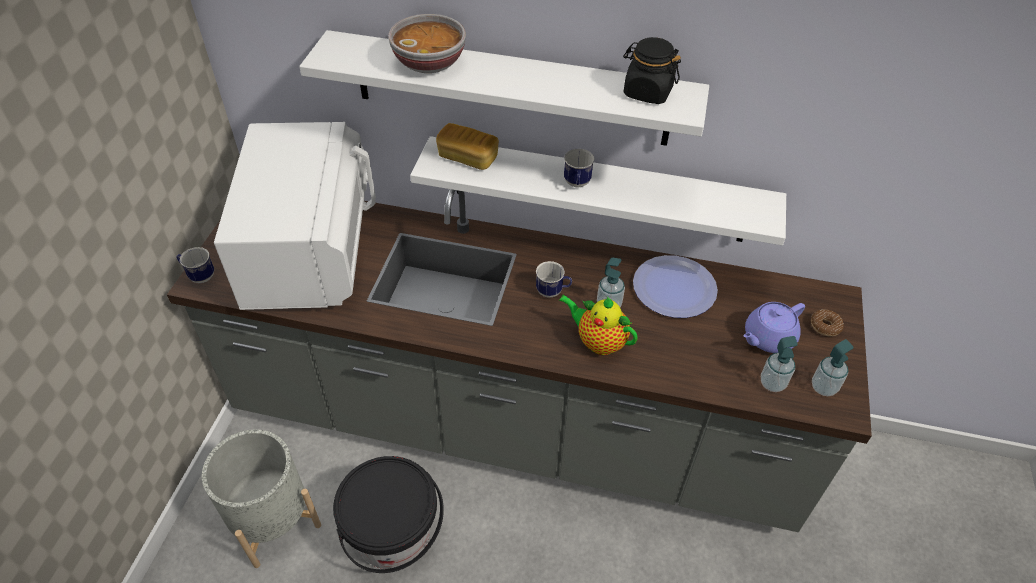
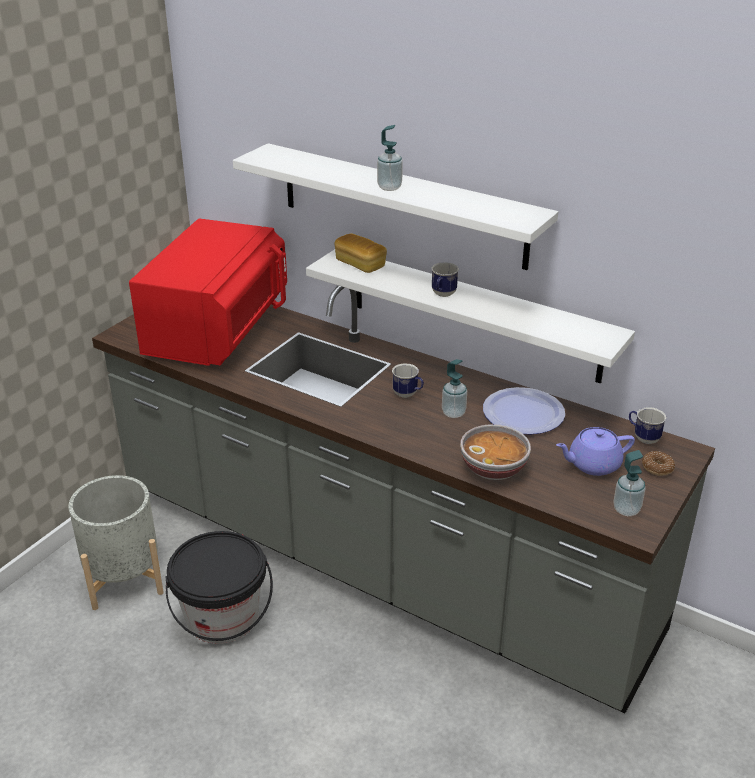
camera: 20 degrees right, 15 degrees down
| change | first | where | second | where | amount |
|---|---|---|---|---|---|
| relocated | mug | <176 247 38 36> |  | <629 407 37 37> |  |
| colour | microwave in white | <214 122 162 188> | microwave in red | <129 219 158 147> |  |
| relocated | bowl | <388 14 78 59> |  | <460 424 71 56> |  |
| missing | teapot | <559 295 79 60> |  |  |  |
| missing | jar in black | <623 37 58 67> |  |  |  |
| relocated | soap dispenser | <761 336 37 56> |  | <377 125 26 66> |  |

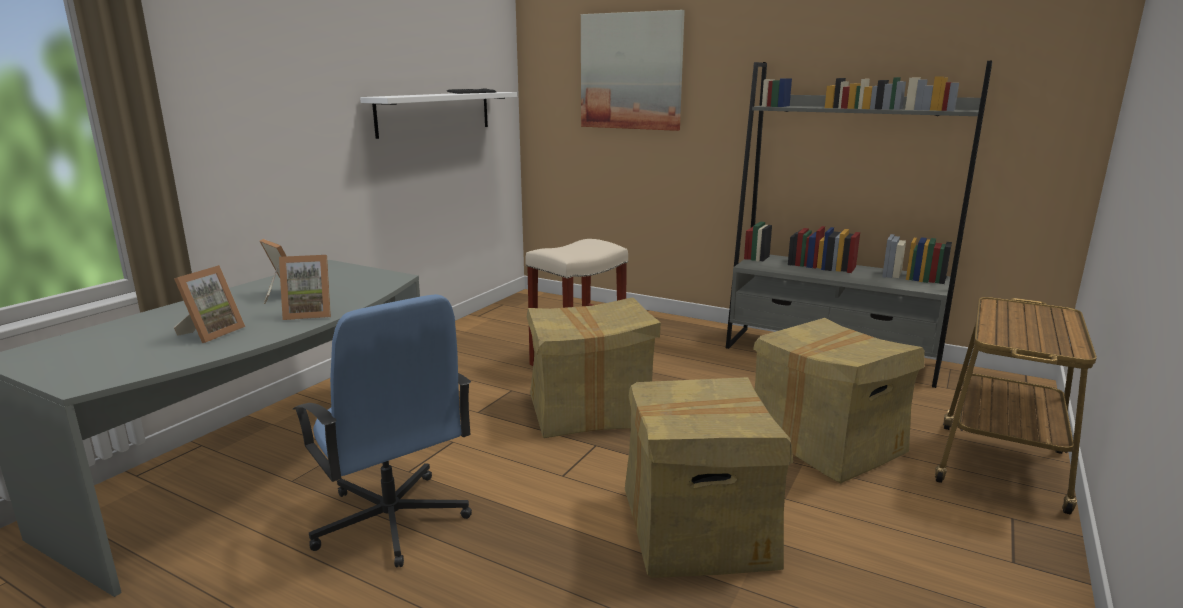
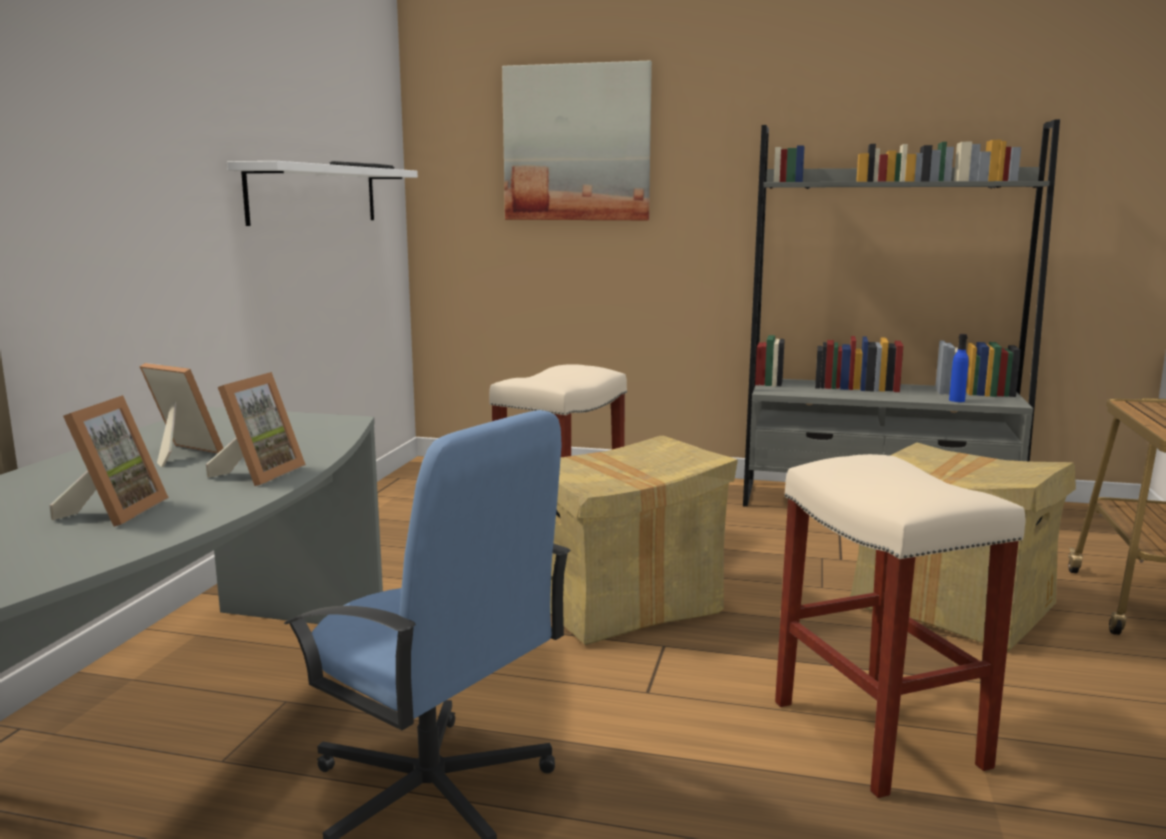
camera: 15 degrees left, 5 degrees down
| change | first | where | second | where | amount |
|---|---|---|---|---|---|
| spun | picture frame | <279 255 52 65> |  | <206 372 100 114> | 45 degrees counterclockwise |
| exchanged | cardboard box | <625 377 168 201> | stool in beige | <775 454 250 344> |  |
| appeared |  |  | bottle in blue | <949 334 20 68> |  |

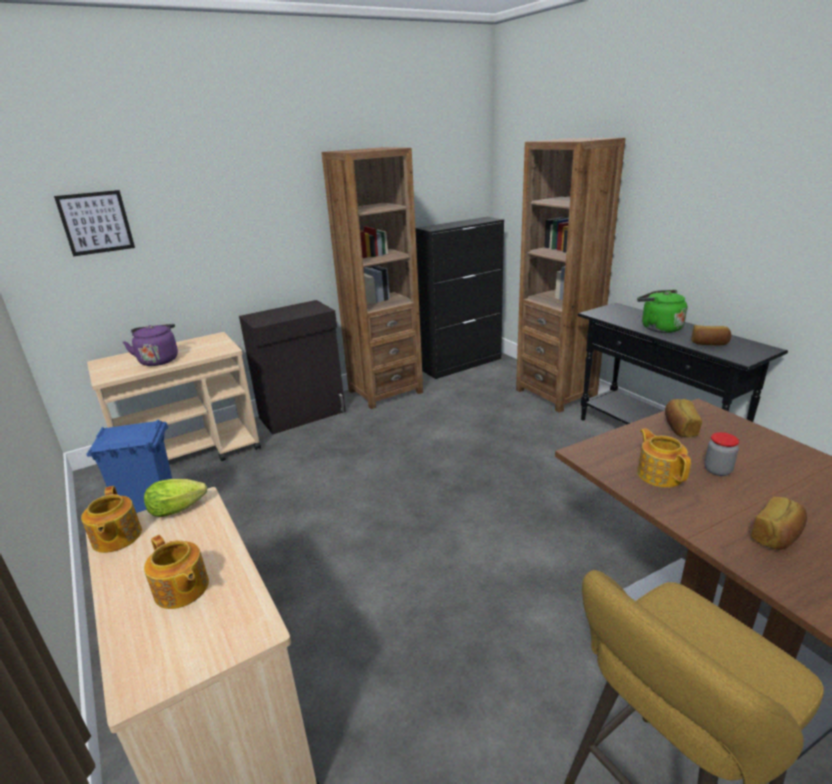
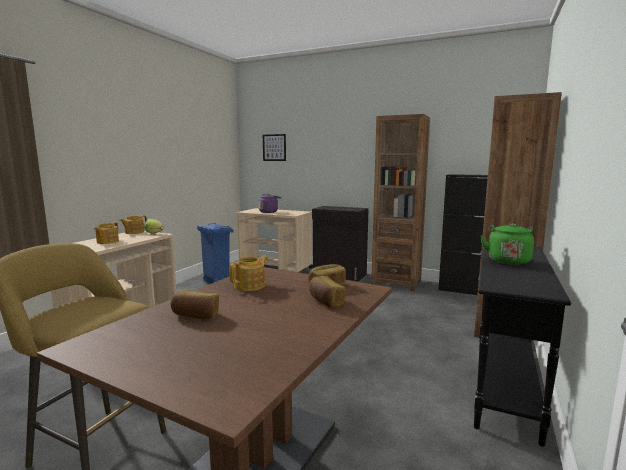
camera: 55 degrees right, 15 degrees down
| change | first | where | second | where | amount |
|---|---|---|---|---|---|
| relocated | bread | <691 325 40 20> |  | <309 276 37 31> |  |
| missing | jar | <704 432 35 44> |  |  |  |

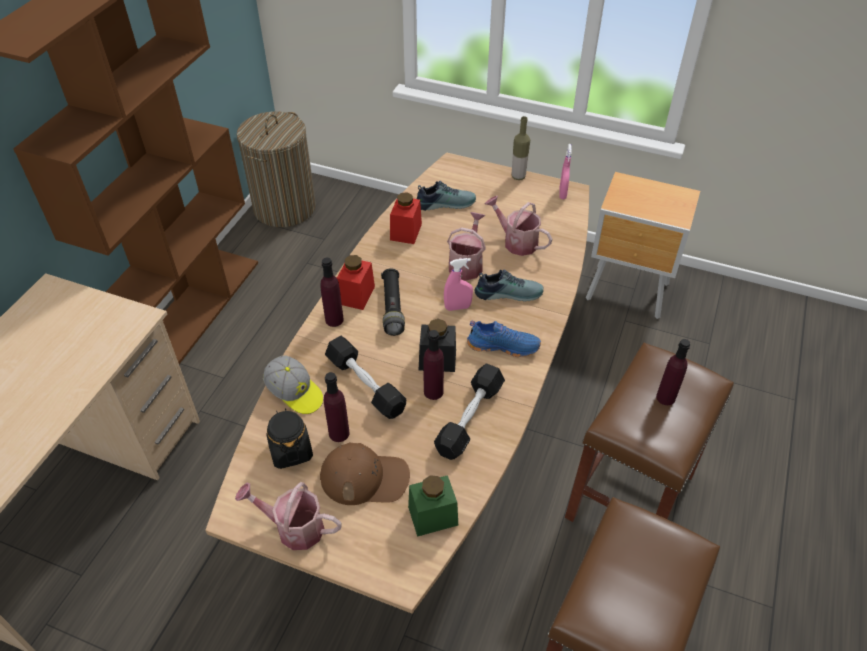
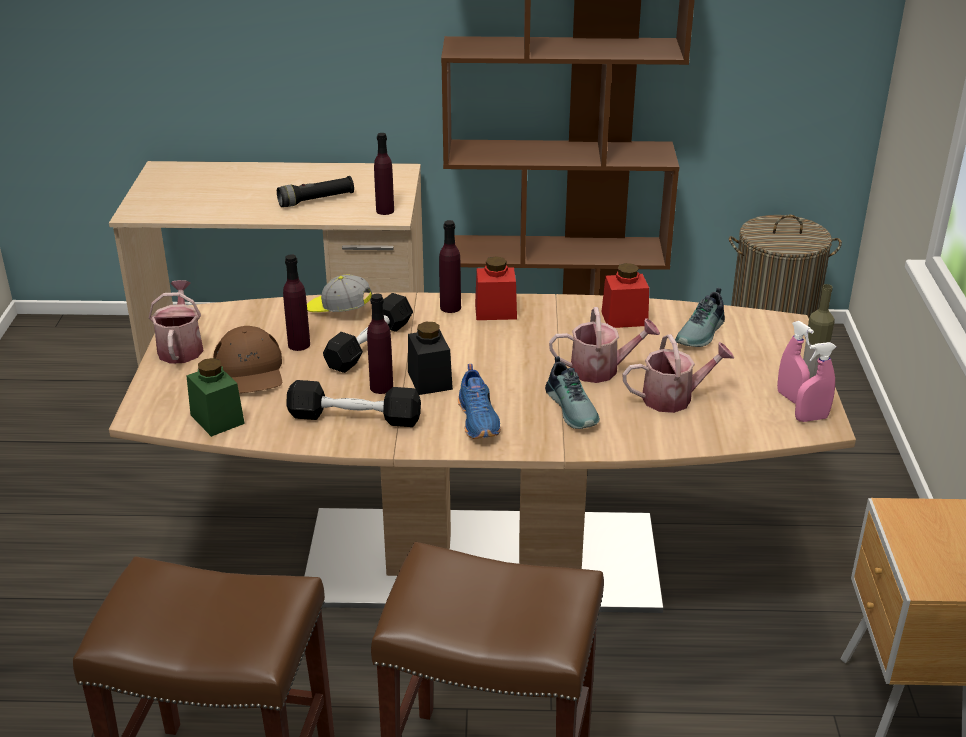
camera: 70 degrees right, 15 degrees down
| change | first | where | second | where | amount |
|---|---|---|---|---|---|
| spun | cap | <263 355 60 59> |  | <307 275 66 37> | 90 degrees clockwise |
| missing | jar in black | <266 408 47 61> |  |  |  |
| relocated | flashlight in black | <381 268 24 68> |  | <277 176 77 31> |  |
| spun | shoe | <416 181 60 30> |  | <675 287 50 60> | 60 degrees clockwise |
| relocated | spray bottle in pink | <444 258 29 53> |  | <777 321 37 83> |  |
| spun | watering can | <485 196 67 60> |  | <623 334 111 79> | 60 degrees clockwise |
| relocated | bottle in purple | <656 339 34 66> |  | <374 133 20 82> |  |

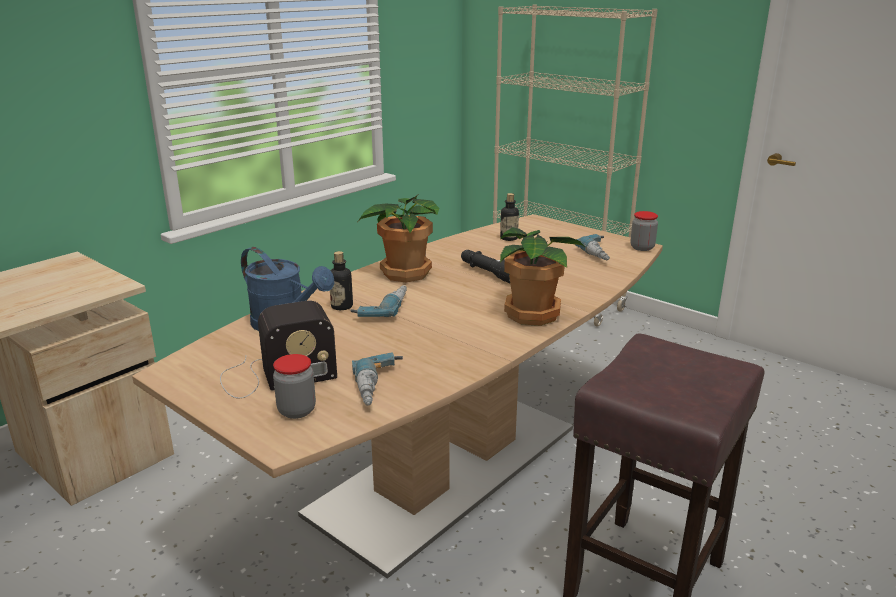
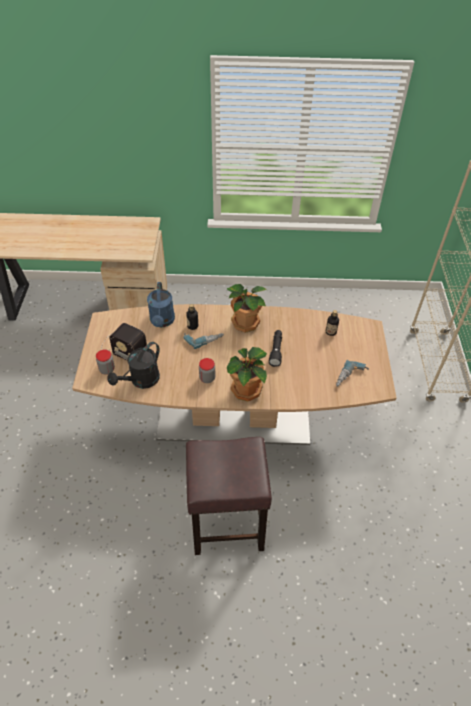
camera: 50 degrees right, 25 degrees up
| change | first | where | second | where | amount |
|---|---|---|---|---|---|
| exchanged | power drill | <352 353 51 53> | watering can in black | <107 342 53 47> |  |
| relocated | jar | <630 211 28 40> |  | <199 358 16 25> |  |

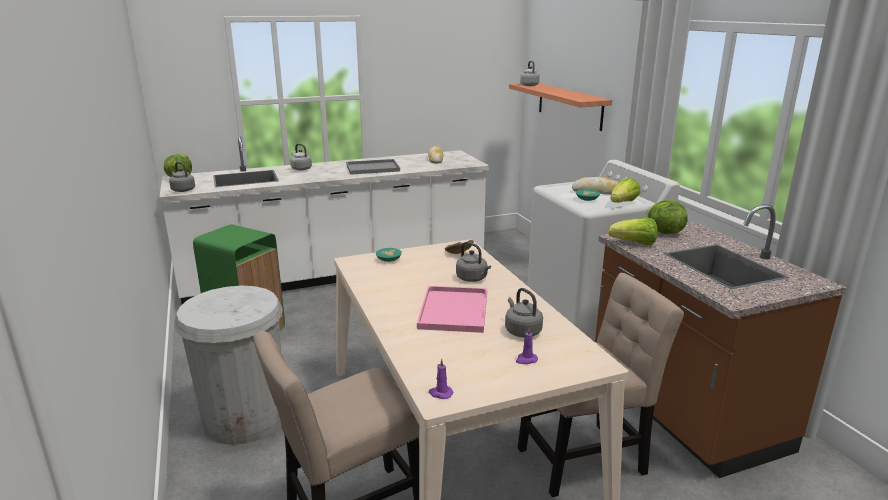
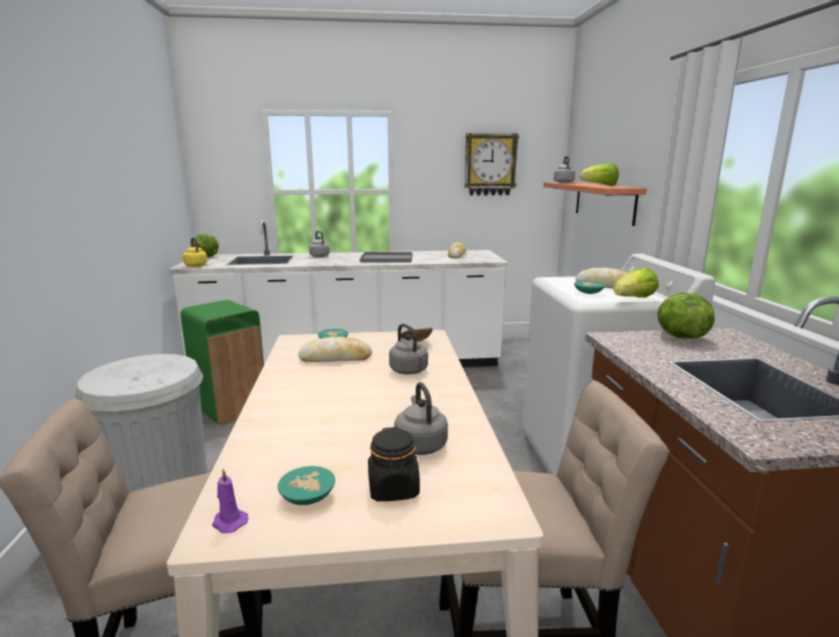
camera: 15 degrees right, 5 degrees down
| change | first | where | second | where | amount |
|---|---|---|---|---|---|
| colour | kettle in grey | <169 162 26 30> | kettle in yellow | <182 238 25 29> |  |
| missing | tray in pink | <417 286 70 47> |  |  |  |
| exchanged | candle in purple | <516 328 22 36> | jar in black | <368 427 52 74> |  |
| relocated | lettuce | <608 218 50 27> |  | <580 163 39 23> |  |
| appeared |  |  | bowl in turquoise | <278 466 57 39> |  |
| appeared |  |  | bread | <298 337 74 25> |  |
| appeared |  |  | wall clock | <465 133 54 63> |  |

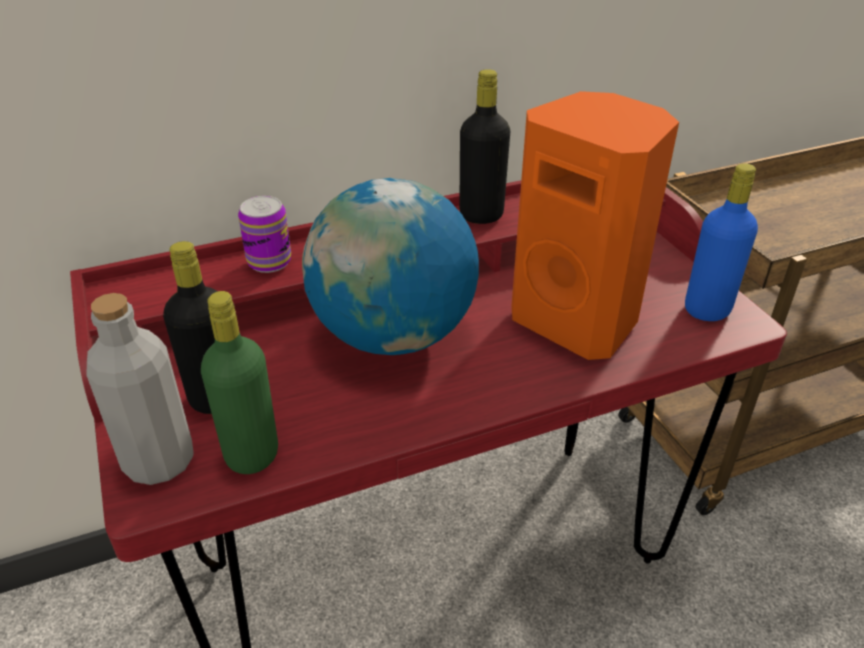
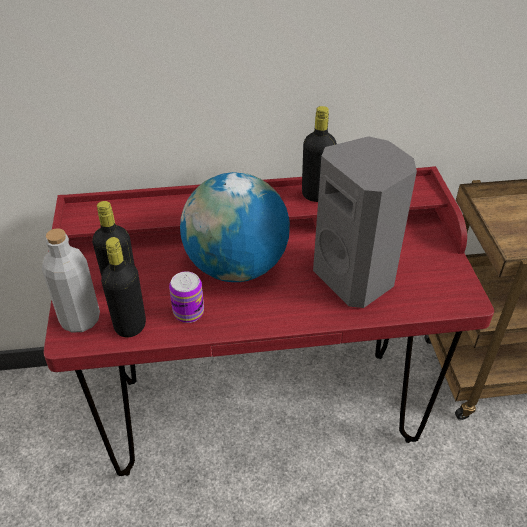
camera: 15 degrees right, 5 degrees up
| change | first | where | second | where | amount |
|---|---|---|---|---|---|
| colour | bottle in green | <201 291 77 183> | bottle in black | <101 237 45 100> |  |
| relocated | can | <238 196 53 77> |  | <169 271 35 52> |  |
| colour | speaker in orange | <511 91 168 269> | speaker in grey | <313 136 104 172> |  |
| missing | bottle in blue | <685 163 73 158> |  |  |  |

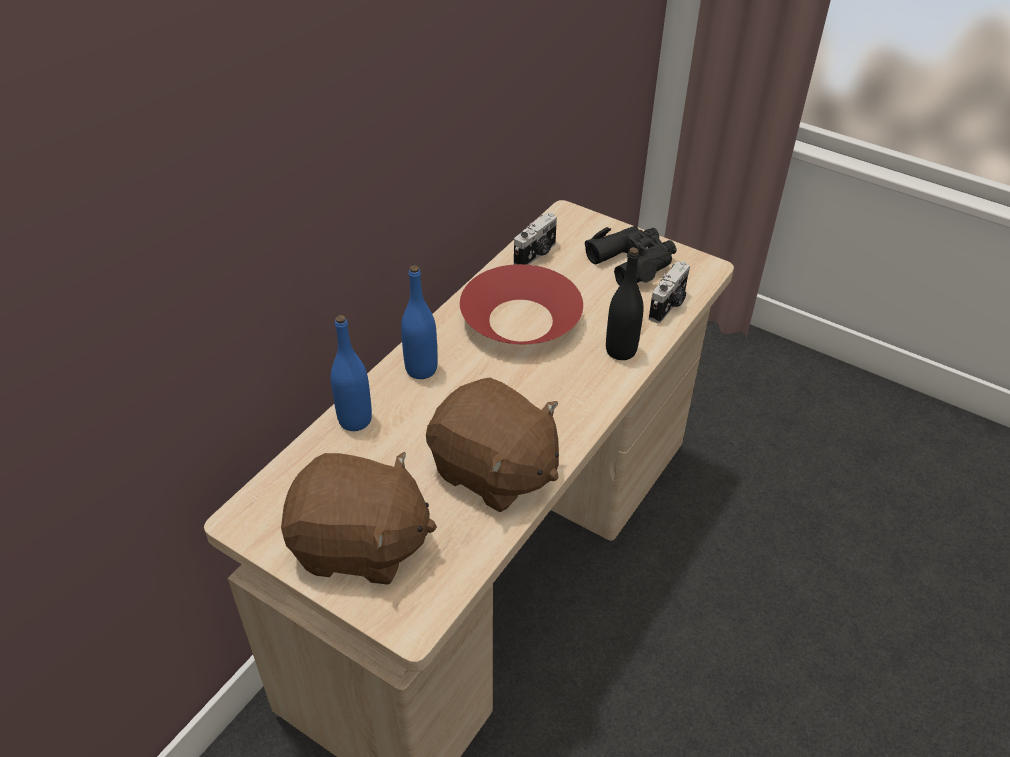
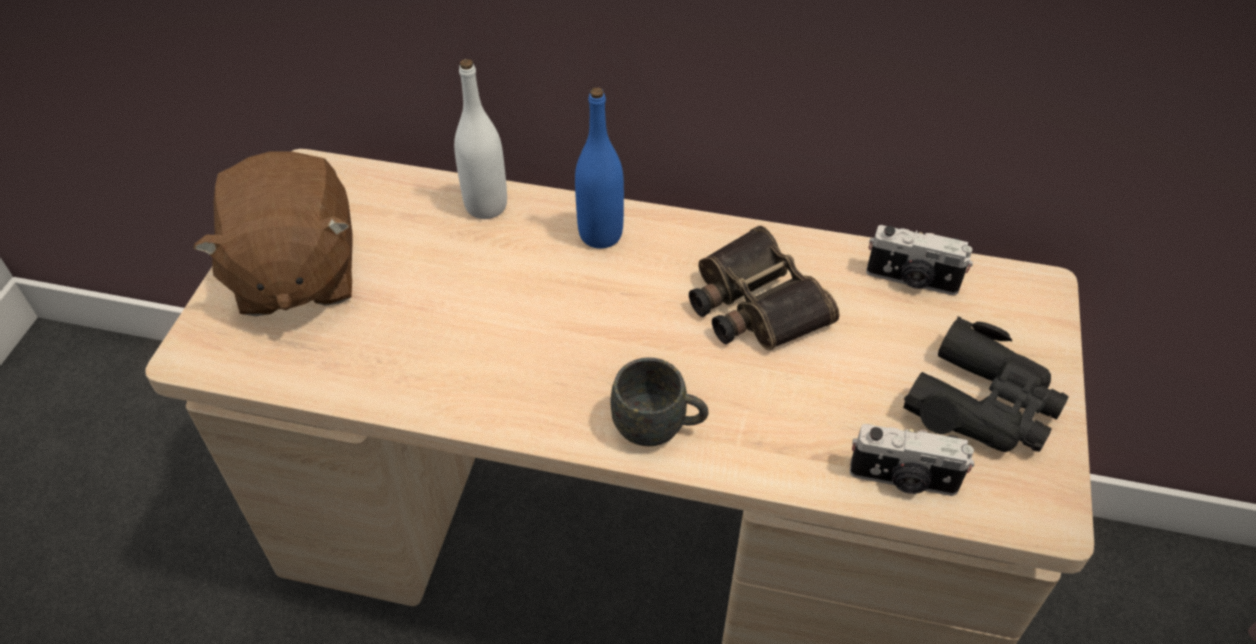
camera: 70 degrees right, 5 degrees up
| change | first | where | second | where | amount |
|---|---|---|---|---|---|
| colour | bottle in blue | <331 315 41 116> | bottle in white | <454 59 53 160> |  |
| missing | plush toy in brown | <426 377 133 135> |  |  |  |
| exchanged | bowl in red | <460 264 123 80> | binoculars | <689 225 151 125> |  |
| missing | bottle in black | <606 247 38 113> |  |  |  |
| appeared |  |  | mug in grey | <611 357 97 89> |  |

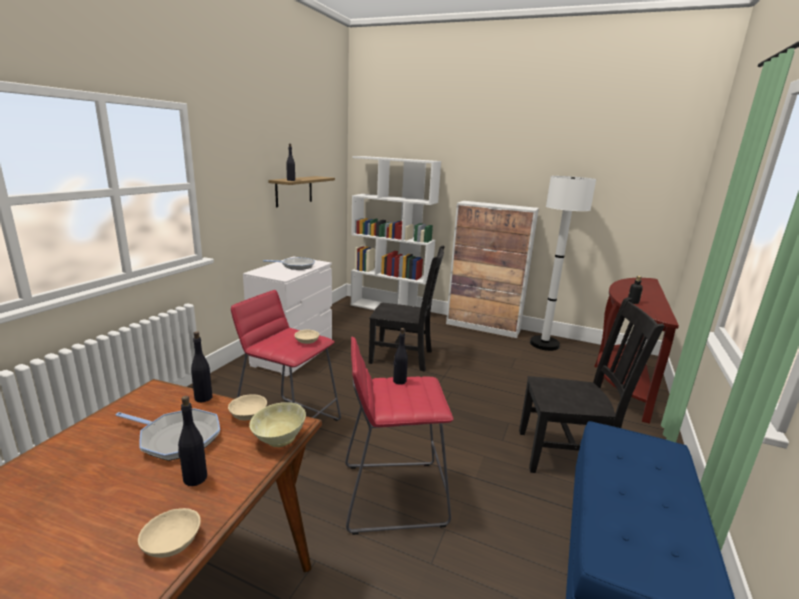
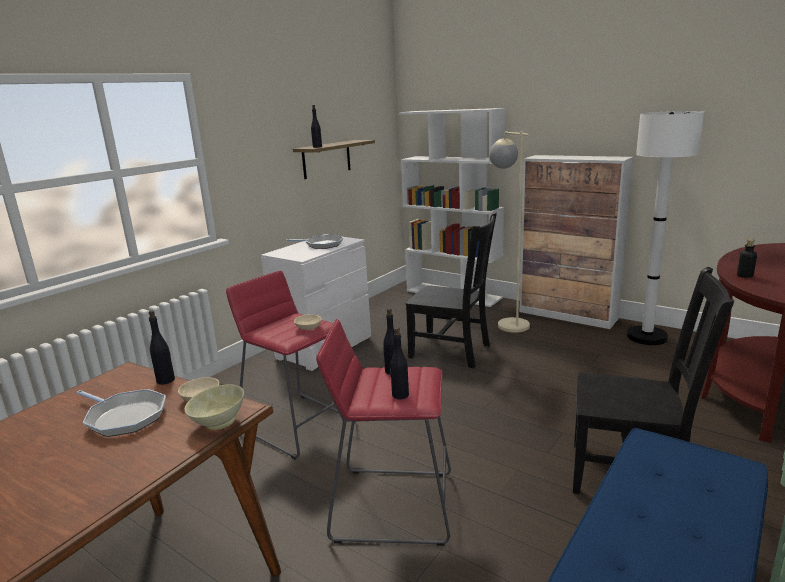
camera: 15 degrees right, 0 degrees up
| change | first | where | second | where | amount |
|---|---|---|---|---|---|
| missing | bowl in beige | <138 508 63 50> |  |  |  |
| relocated | bottle in black | <178 396 29 90> |  | <390 327 19 73> |  |
| appeared |  |  | floor lamp in beige | <489 131 41 202> |  |

